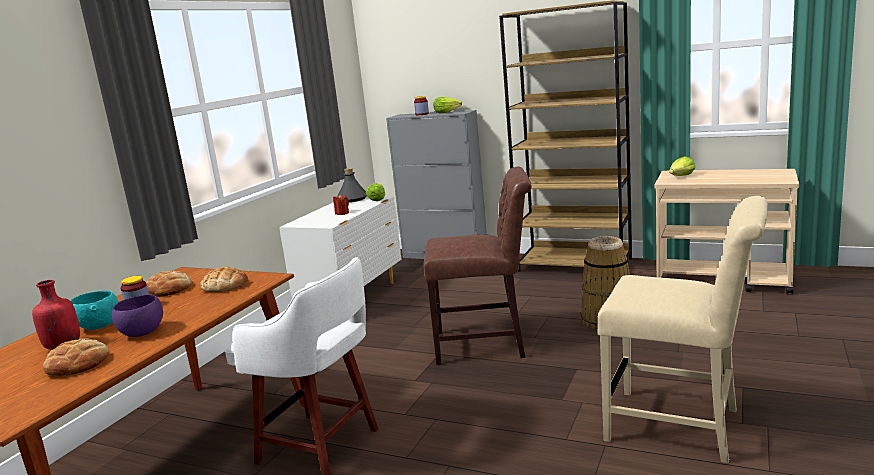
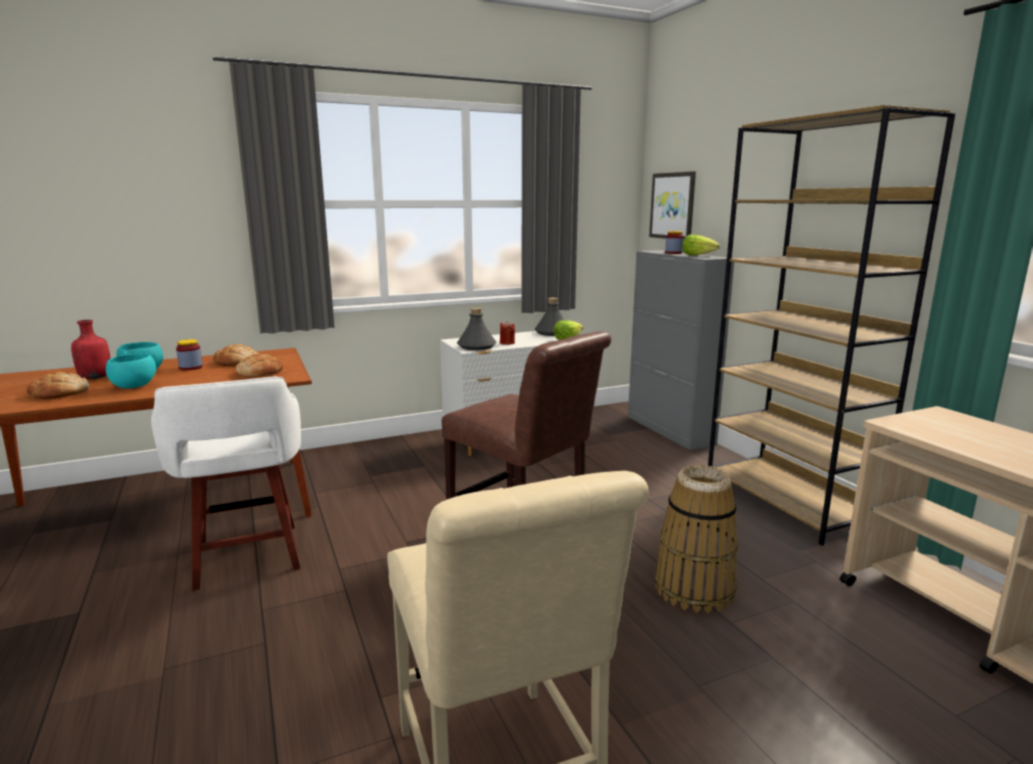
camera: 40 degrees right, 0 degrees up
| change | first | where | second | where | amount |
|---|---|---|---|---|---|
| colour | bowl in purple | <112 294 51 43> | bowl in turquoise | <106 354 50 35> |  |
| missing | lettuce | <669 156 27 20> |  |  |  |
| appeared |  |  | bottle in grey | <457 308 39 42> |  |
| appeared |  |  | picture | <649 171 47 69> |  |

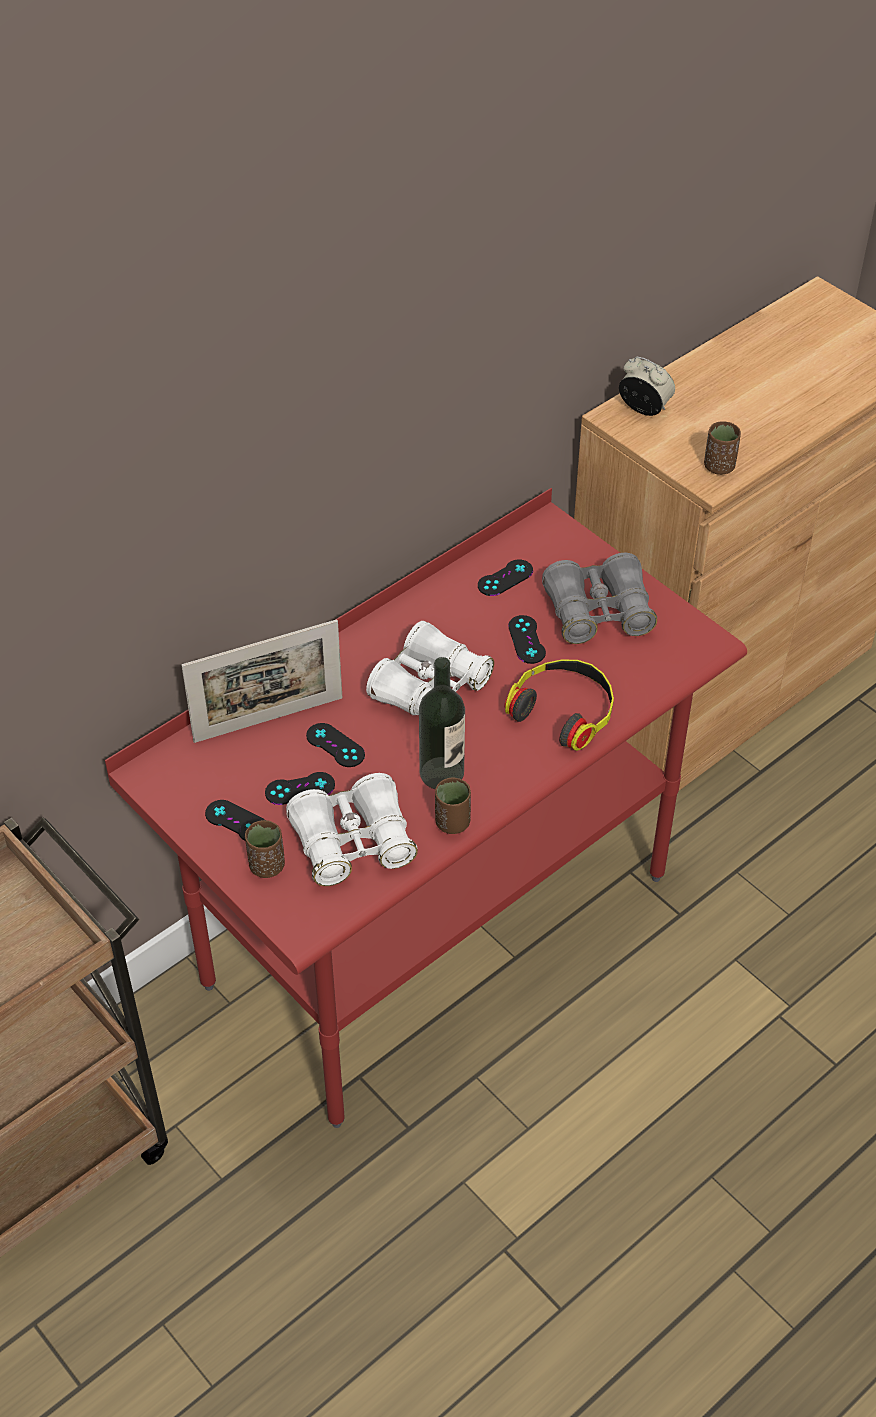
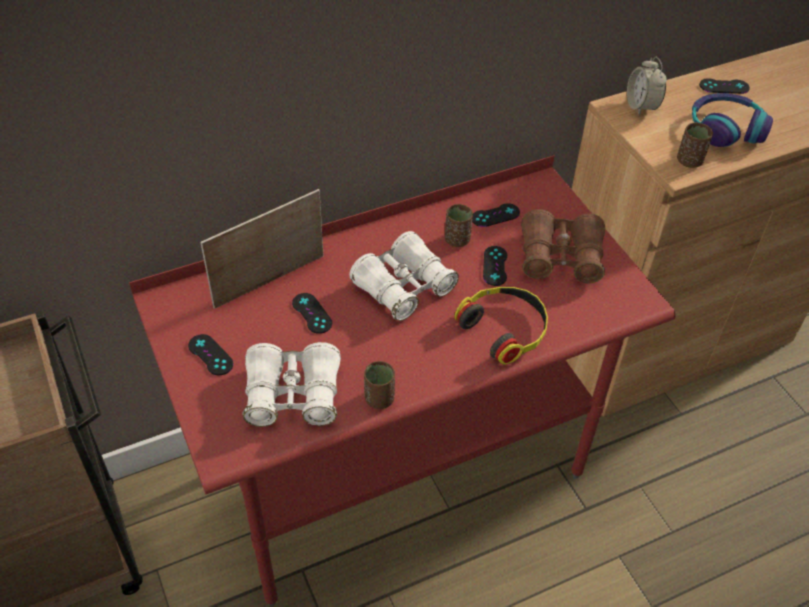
camera: 15 degrees right, 0 degrees up
| change | first | where | second | where | amount |
|---|---|---|---|---|---|
| spun | picture frame | <181 619 162 124> |  | <200 189 124 120> | 150 degrees clockwise |
| relocated | cup in brown | <245 820 40 58> |  | <445 204 28 43> |  |
| relocated | game controller in black | <265 772 70 33> |  | <699 78 51 16> |  |
| missing | bottle | <419 657 46 132> |  |  |  |
| colour | binoculars in grey | <542 553 115 91> | binoculars in brown | <521 209 84 74> |  |
| spun | alarm clock | <619 357 56 59> |  | <627 56 40 60> | 150 degrees counterclockwise |
| appeared |  |  | headphones | <692 93 81 54> |  |

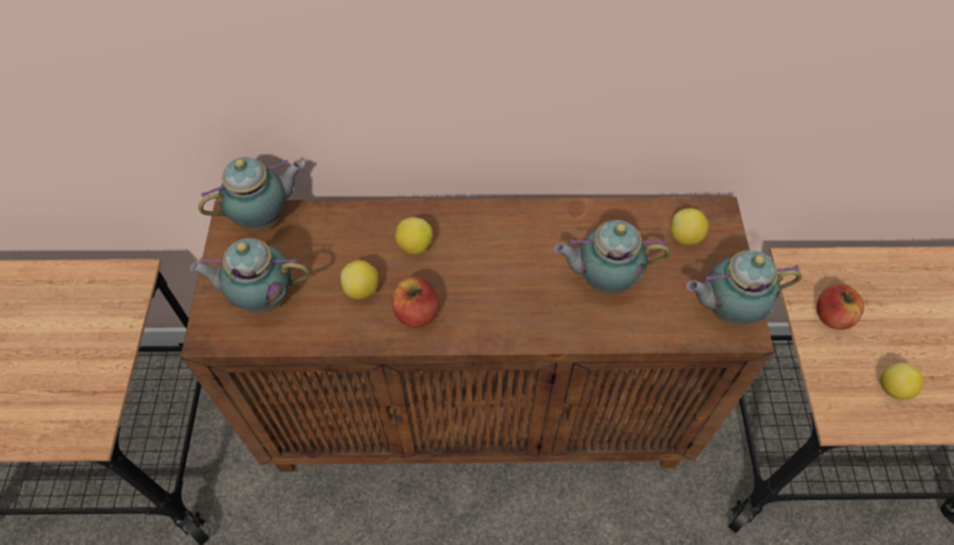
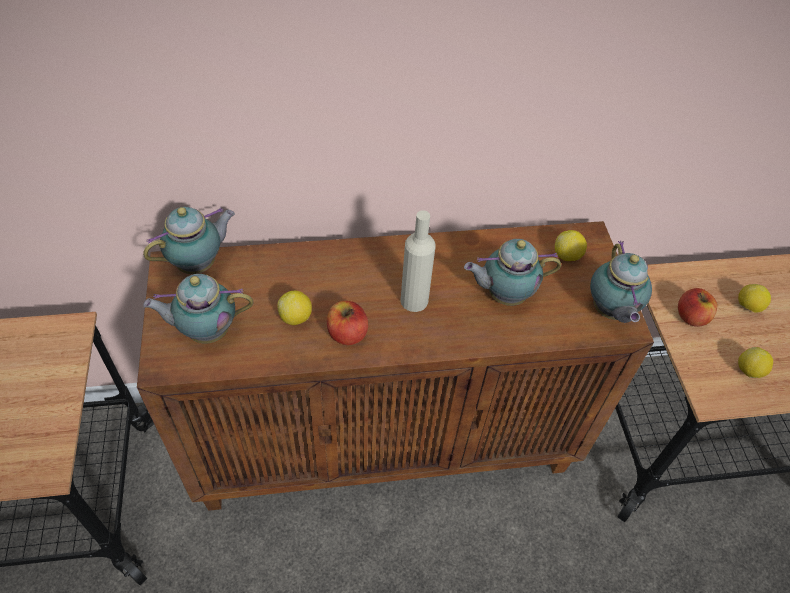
camera: 10 degrees left, 5 degrees down
| change | first | where | second | where | amount |
|---|---|---|---|---|---|
| relocated | lemon | <395 217 38 37> |  | <738 284 33 29> |  |
| spun | teapot | <686 250 116 76> |  | <590 241 62 82> | 75 degrees counterclockwise |
| appeared |  |  | bottle in beige | <400 210 36 102> |  |

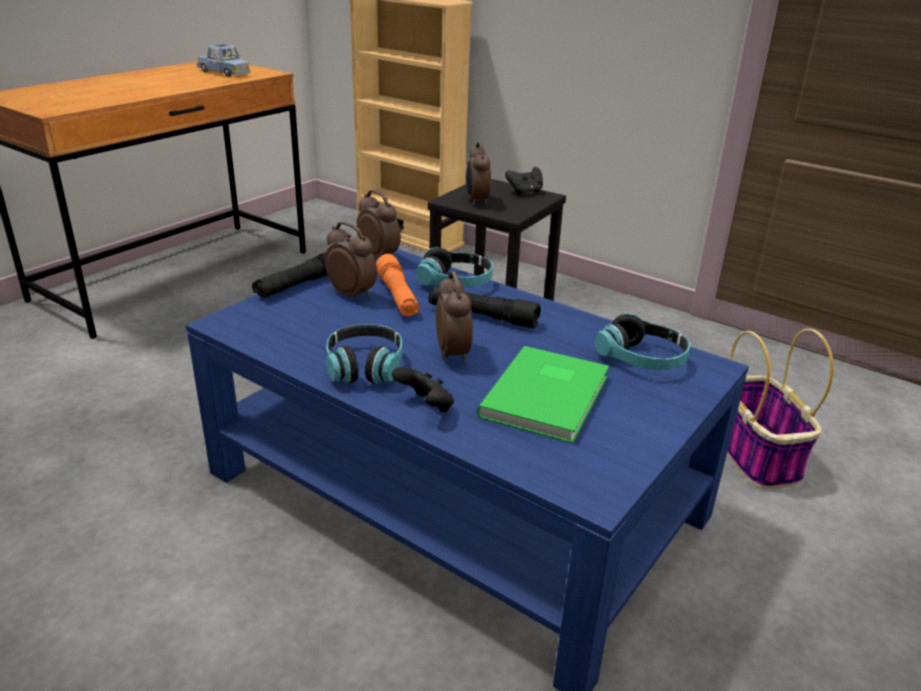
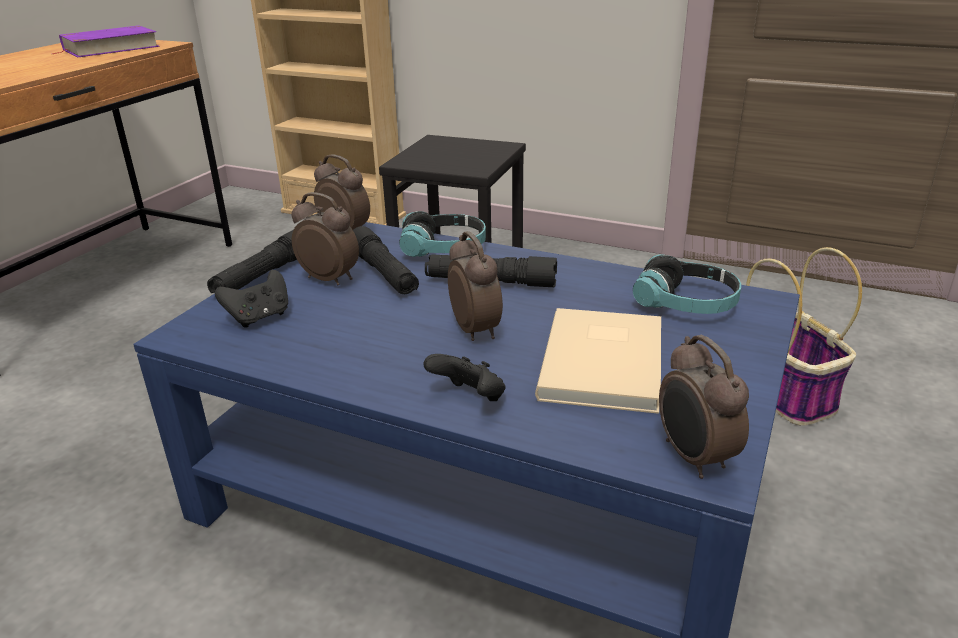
camera: 10 degrees left, 0 degrees up
| change | first | where | second | where | amount |
|---|---|---|---|---|---|
| exchanged | toy car in blue | <197 44 53 33> | book in purple | <52 25 108 33> |  |
| missing | headphones | <326 324 76 60> |  |  |  |
| colour | flashlight in orange | <376 254 43 62> | flashlight in black | <353 226 66 68> |  |
| relocated | alarm clock | <466 142 25 64> |  | <659 335 90 144> |  |
| colour | book in green | <477 346 132 97> | book in beige | <535 308 126 106> |  |
| relocated | game controller in black | <505 167 38 28> |  | <215 270 73 58> |  |

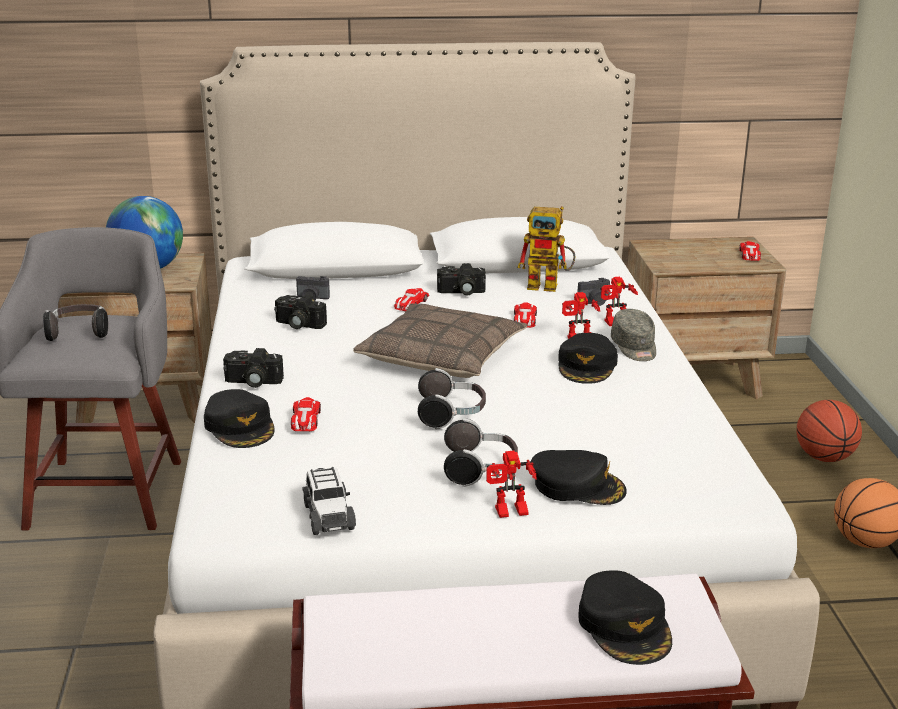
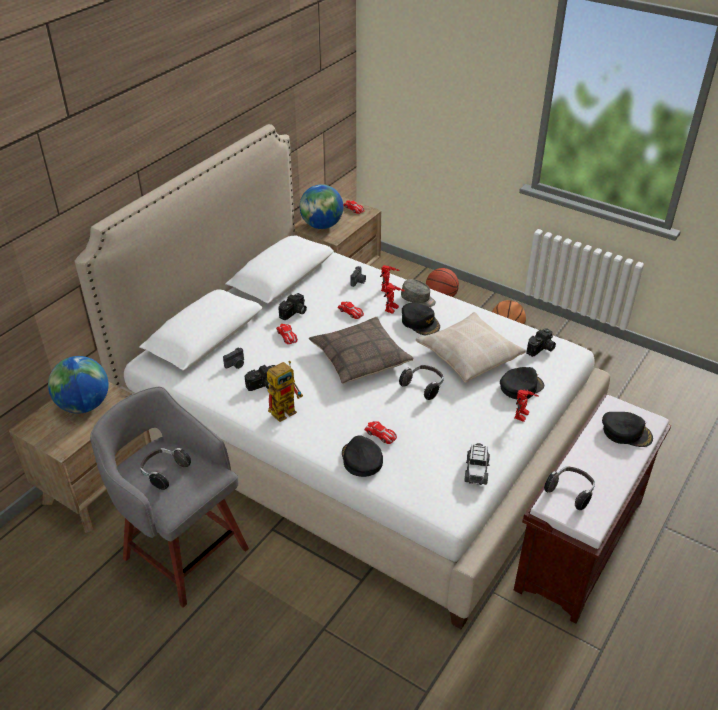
camera: 50 degrees left, 15 degrees up
| change | first | where | second | where | amount |
|---|---|---|---|---|---|
| spun | cap in black | <204 389 71 59> |  | <342 435 41 42> | 120 degrees counterclockwise |
| relocated | photo camera | <223 348 61 40> |  | <526 328 30 29> |  |
| spun | toy car | <302 467 54 68> |  | <464 443 26 42> | 75 degrees clockwise |
| relocated | headphones | <444 418 74 69> |  | <544 466 51 44> |  |
| relocated | toy robot | <518 206 57 86> |  | <267 361 36 61> |  |
| appeared |  |  | globe | <300 184 43 45> |  |
| appeared |  |  | pillow in beige | <416 312 110 71> |  |

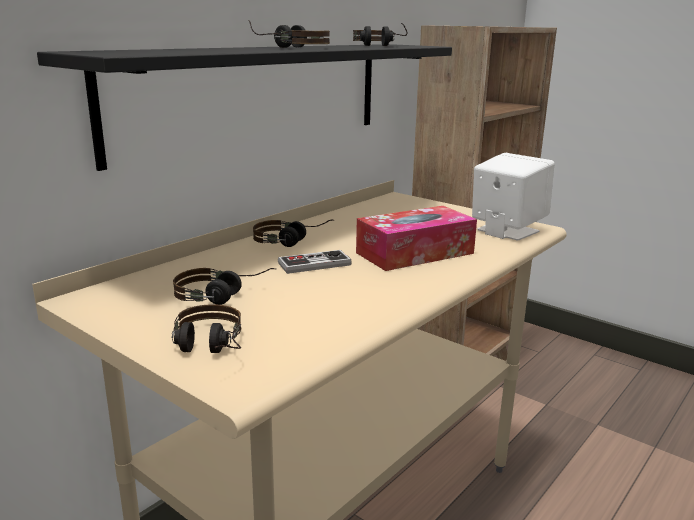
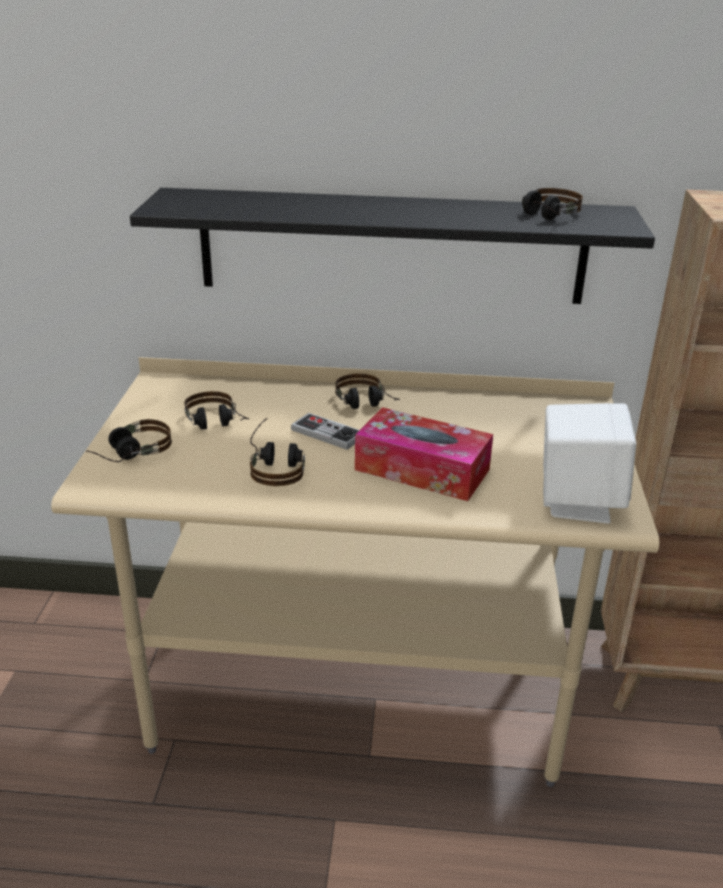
camera: 55 degrees right, 10 degrees up
| change | first | where | second | where | amount |
|---|---|---|---|---|---|
| relocated | headphones | <249 20 81 28> |  | <250 418 55 68> |  |

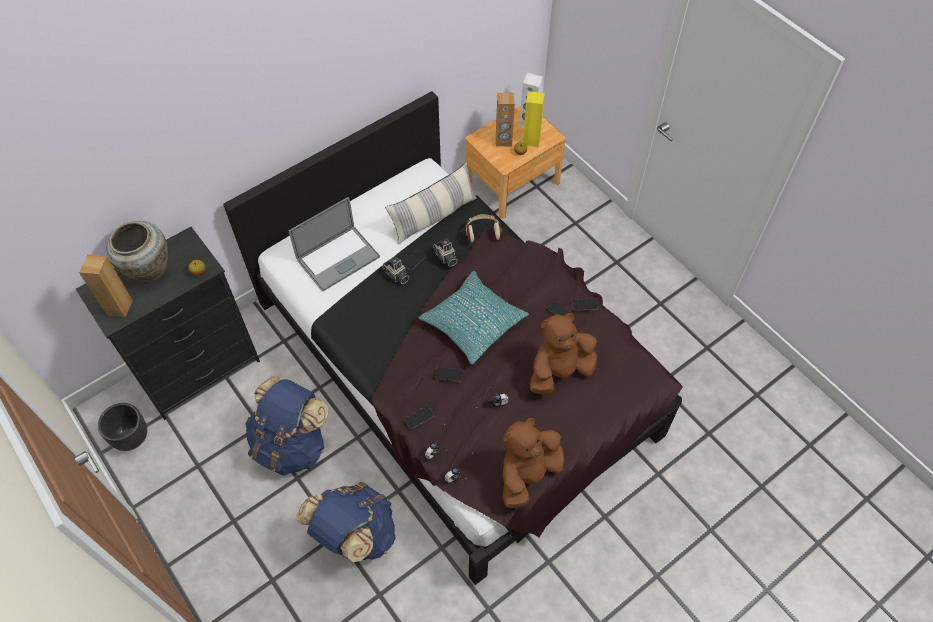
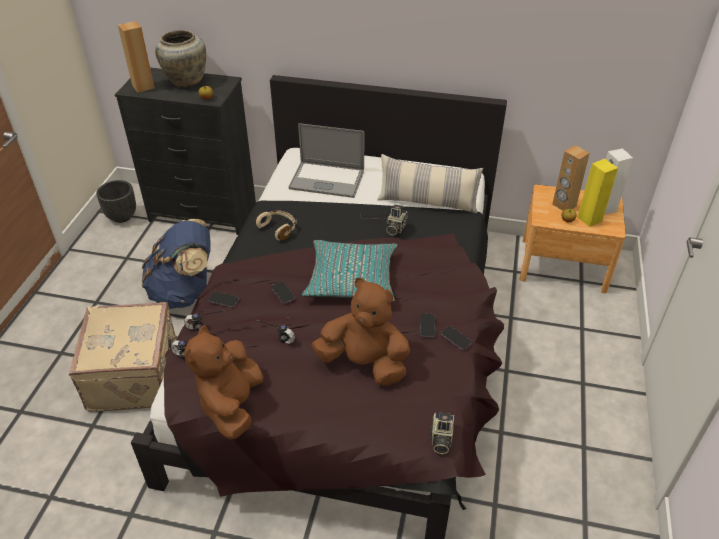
camera: 50 degrees right, 15 degrees down
| change | first | where | second | where | amount |
|---|---|---|---|---|---|
| exchanged | backpack in blue | <296 482 100 80> | suitcase in beige | <69 302 108 110> |  |
| relocated | photo camera | <382 256 27 28> |  | <429 412 25 42> |  |
| relocated | headphones in beige | <466 214 36 29> |  | <255 210 42 31> |  |
| spun | plush toy in brown | <503 418 62 90> |  | <184 325 80 114> | 90 degrees counterclockwise |

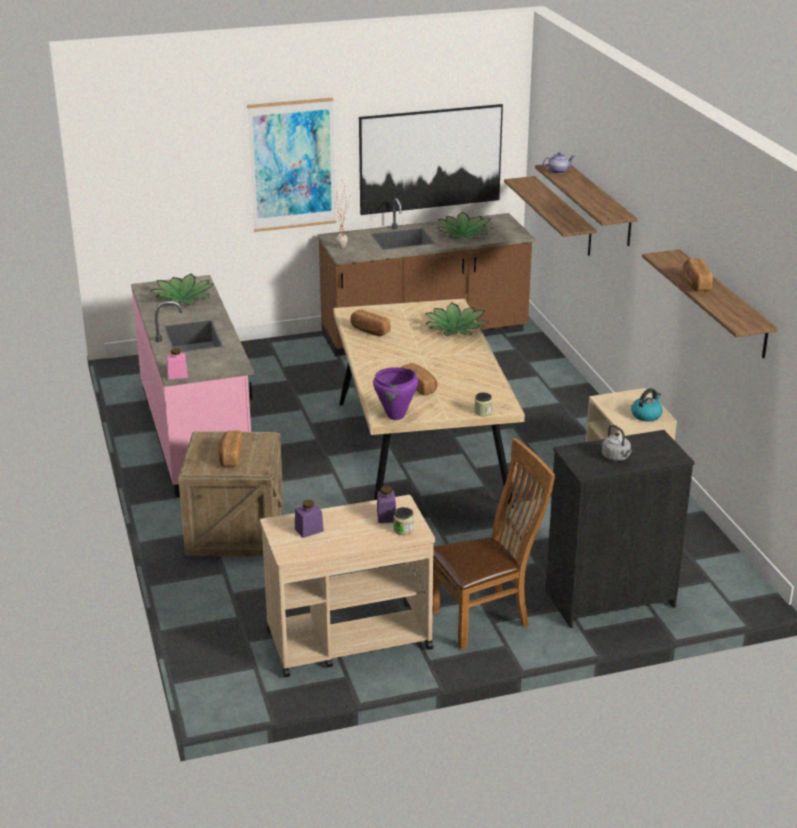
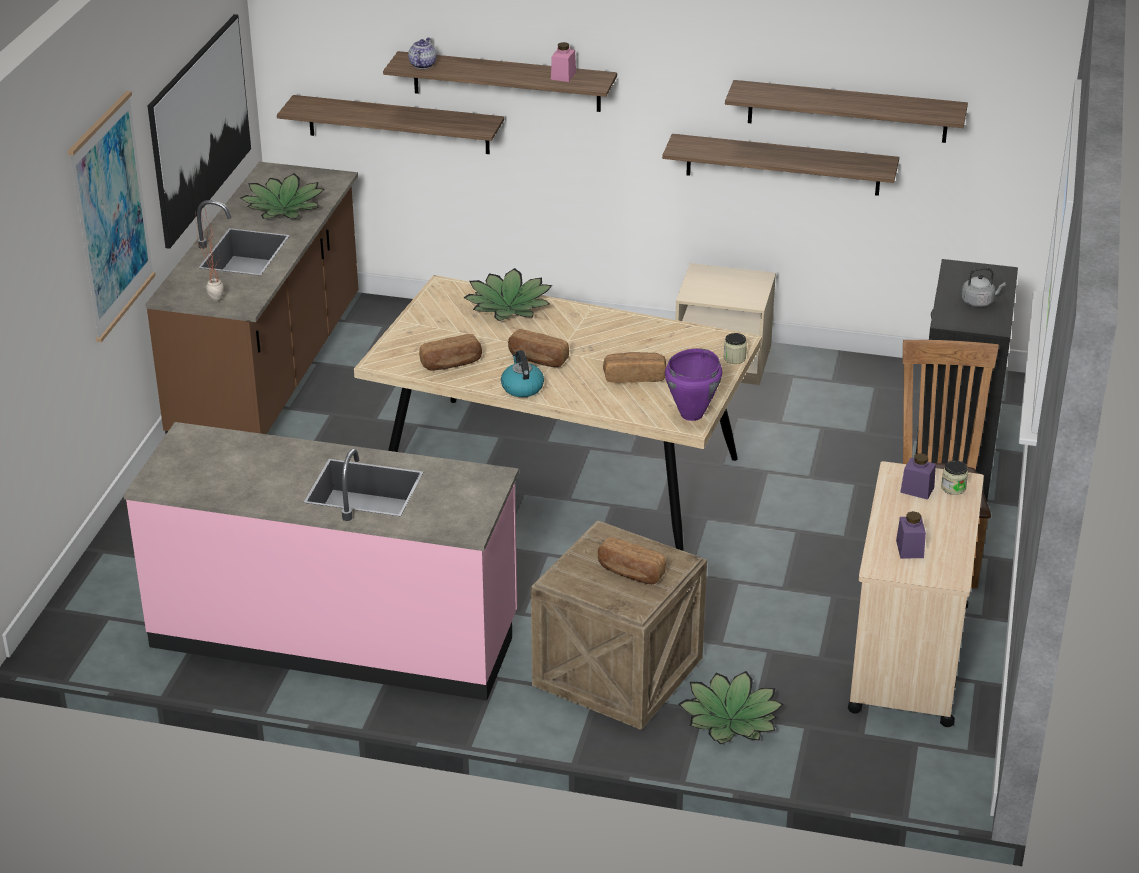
camera: 60 degrees left, 5 degrees up
| change | first | where | second | where | amount |
|---|---|---|---|---|---|
| relocated | potted plant | <150 273 64 32> |  | <679 671 105 73> |  |
| relocated | jar in pink | <167 348 21 31> |  | <551 42 25 40> |  |
| relocated | kettle | <631 388 32 34> |  | <501 350 43 47> |  |
| relocated | bread | <683 258 30 33> |  | <508 329 61 38> |  |
| appeared |  |  | shelf | <662 134 237 62> |  |

